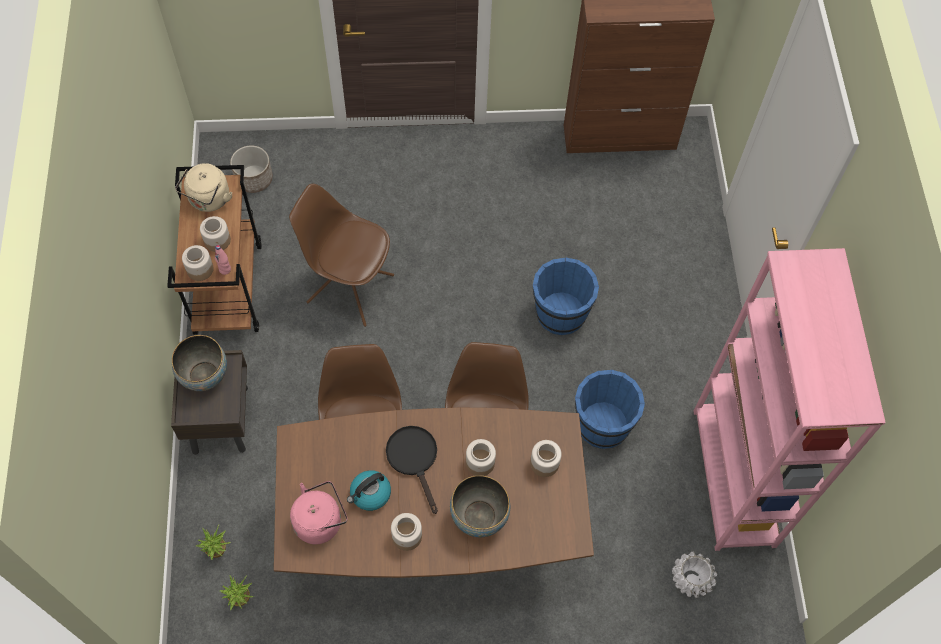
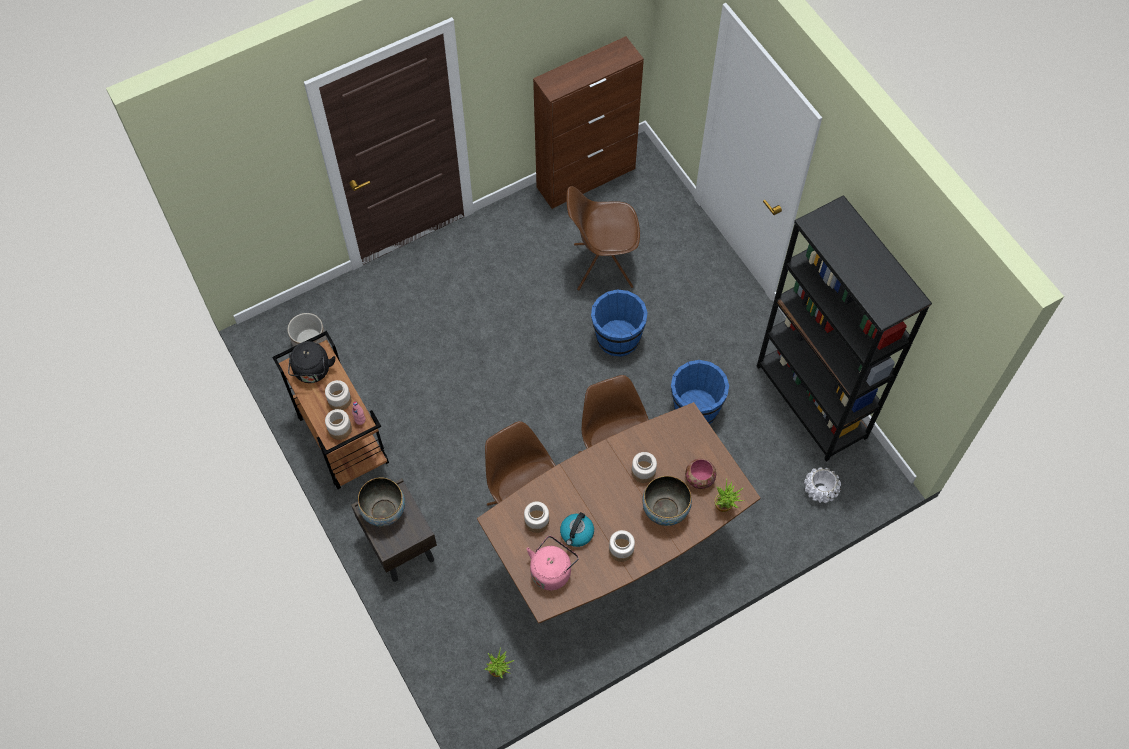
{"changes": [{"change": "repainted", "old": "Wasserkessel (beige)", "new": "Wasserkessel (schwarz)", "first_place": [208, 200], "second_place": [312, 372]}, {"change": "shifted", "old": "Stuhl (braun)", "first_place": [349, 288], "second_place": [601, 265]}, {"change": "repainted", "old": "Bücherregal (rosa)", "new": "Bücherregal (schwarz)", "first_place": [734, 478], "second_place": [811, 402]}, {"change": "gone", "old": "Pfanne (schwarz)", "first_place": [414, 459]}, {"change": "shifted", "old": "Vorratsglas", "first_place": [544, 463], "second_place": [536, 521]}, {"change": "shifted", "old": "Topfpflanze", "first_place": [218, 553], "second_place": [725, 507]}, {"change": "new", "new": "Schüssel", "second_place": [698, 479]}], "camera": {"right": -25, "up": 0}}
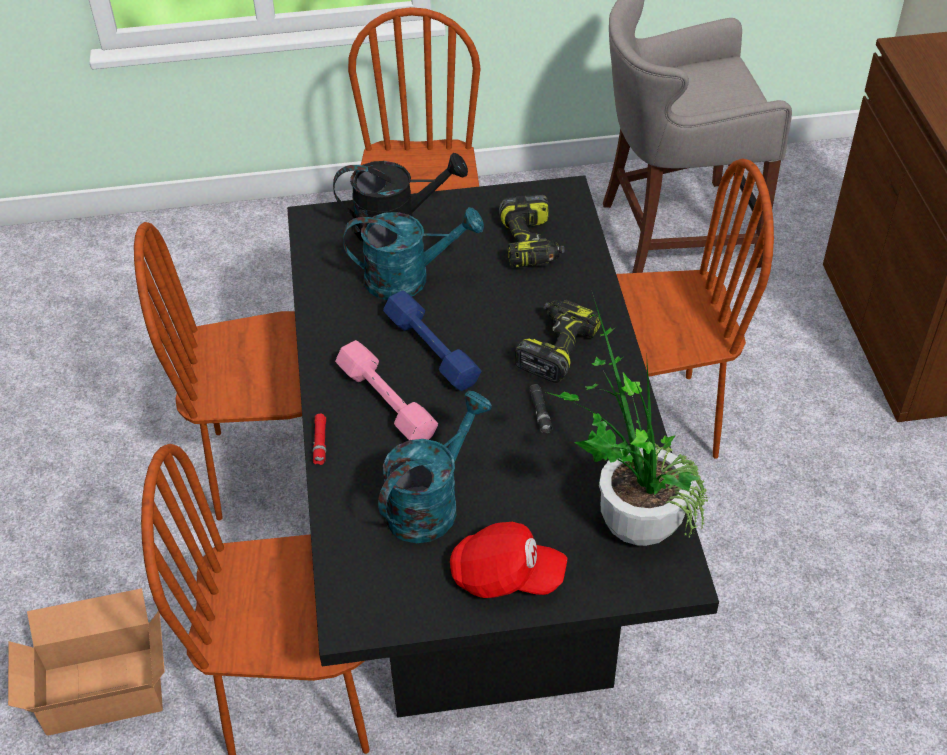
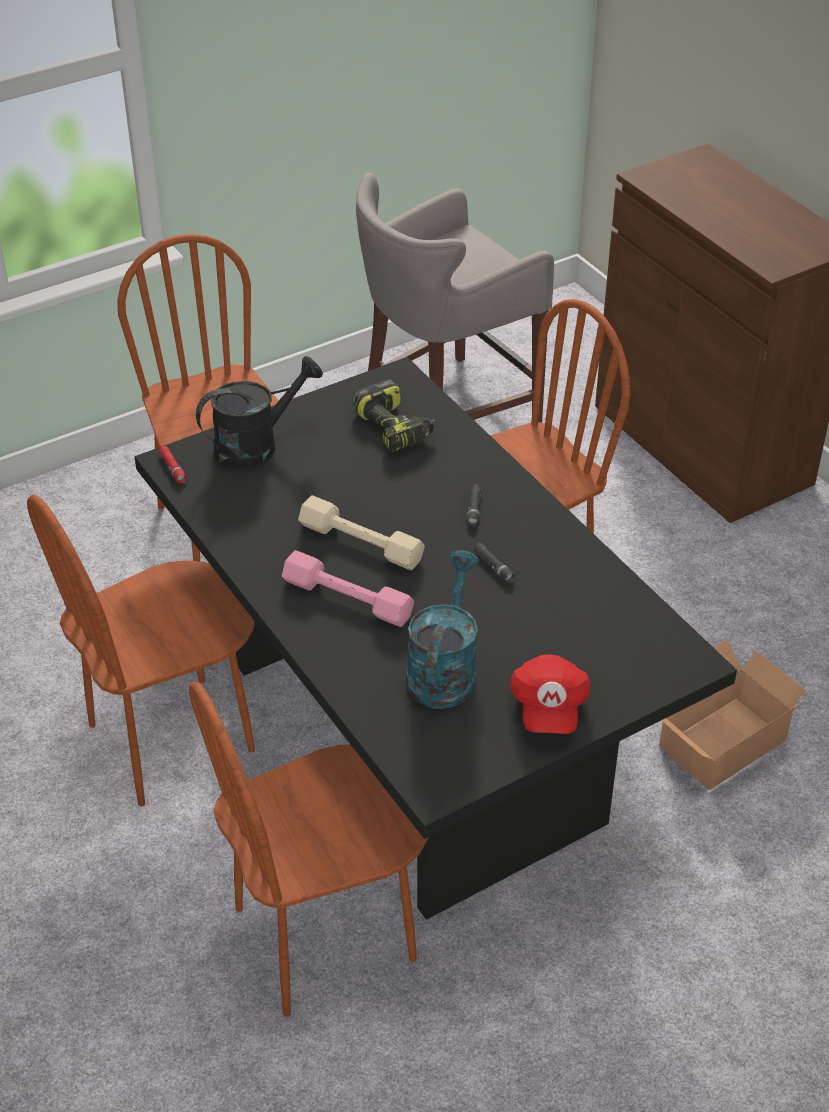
{"changes": [{"change": "gone", "old": "Gießkanne (türkis)", "first_place": [409, 278]}, {"change": "repainted", "old": "Hantel (blau)", "new": "Hantel (beige)", "first_place": [432, 349], "second_place": [361, 543]}, {"change": "gone", "old": "Topfpflanze", "first_place": [629, 513]}, {"change": "swapped", "old": "Bohrmaschine", "new": "Taschenlampe (schwarz)", "first_place": [556, 347], "second_place": [474, 509]}, {"change": "shifted", "old": "Taschenlampe (rot)", "first_place": [320, 442], "second_place": [173, 468]}, {"change": "rotated", "old": "Kappe (rot)", "first_place": [506, 576], "second_place": [548, 708], "degrees": 105}, {"change": "shifted", "old": "Karton", "first_place": [100, 686], "second_place": [717, 741]}], "camera": {"right": -25, "up": -5}}
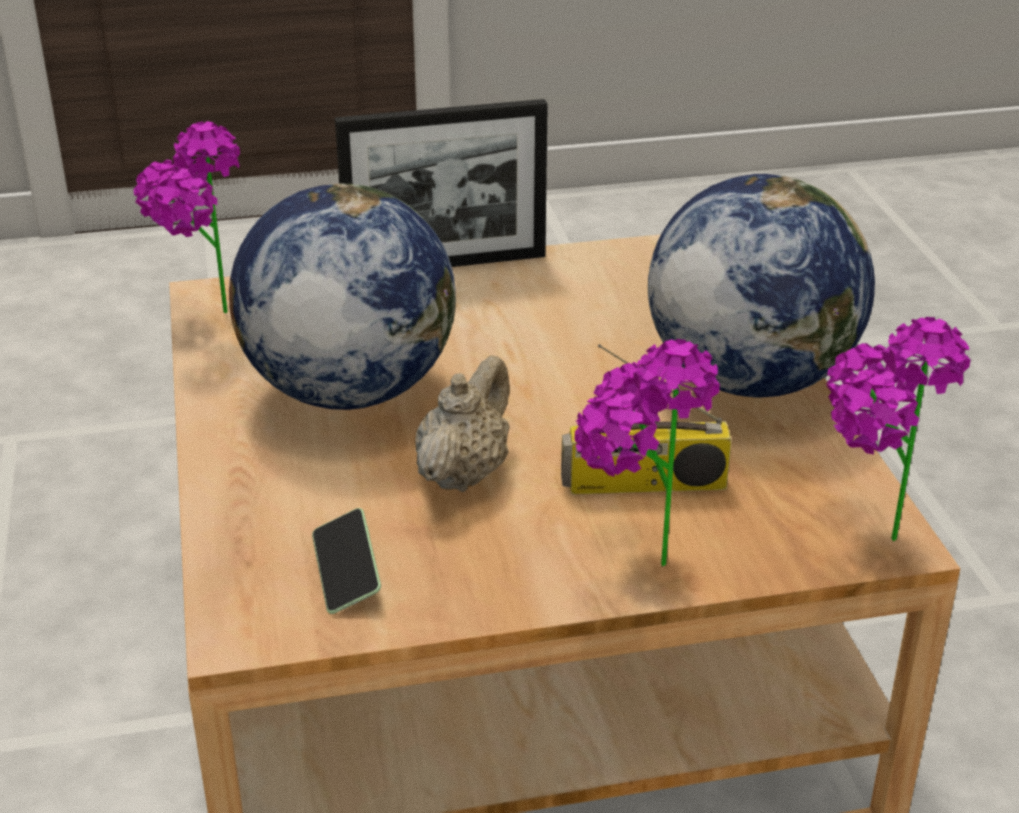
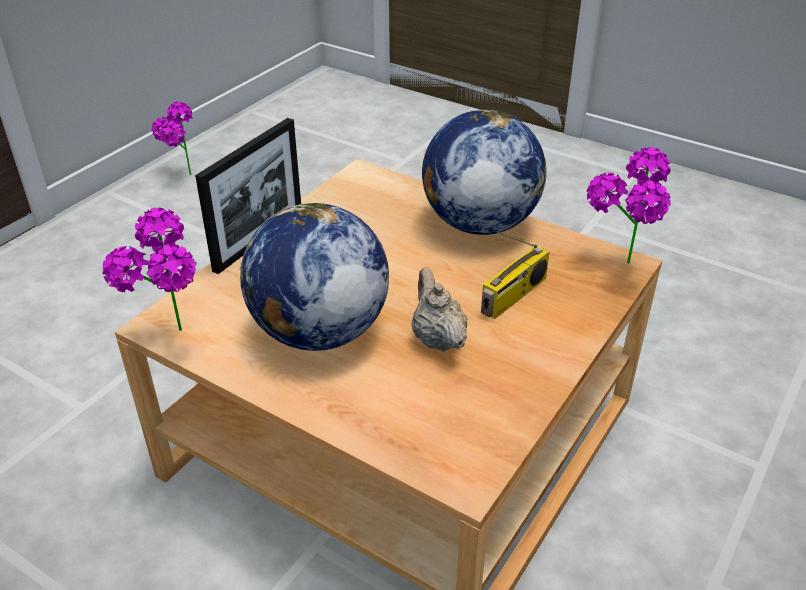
{"changes": [{"change": "shifted", "old": "Topfpflanze", "first_place": [630, 562], "second_place": [181, 178]}, {"change": "gone", "old": "Handy", "first_place": [346, 574]}], "camera": {"right": -45, "up": 5}}
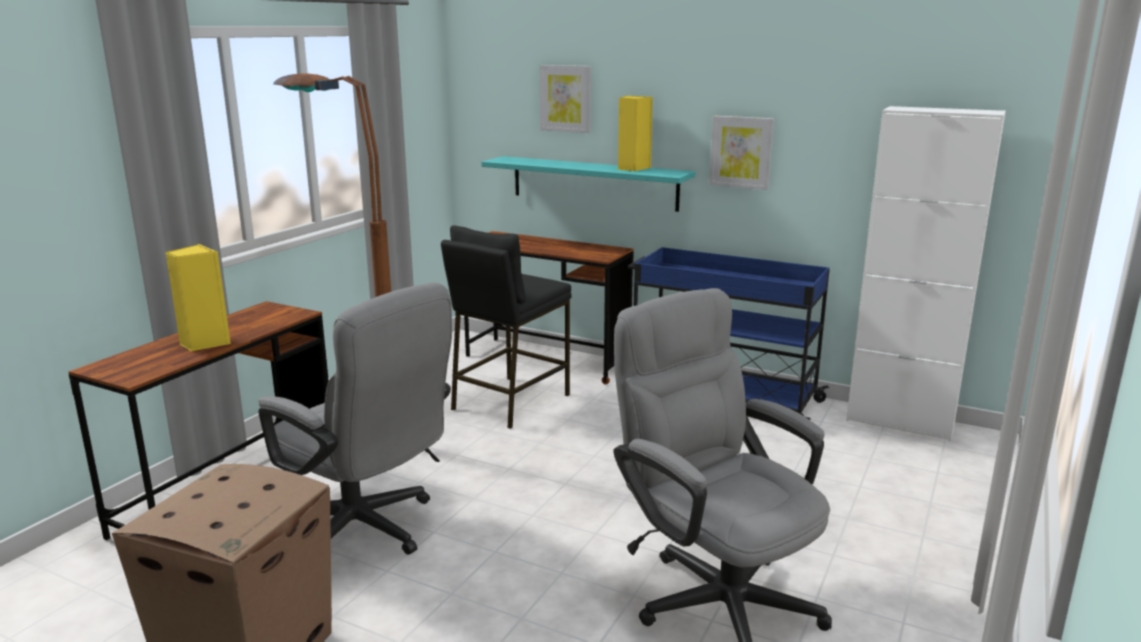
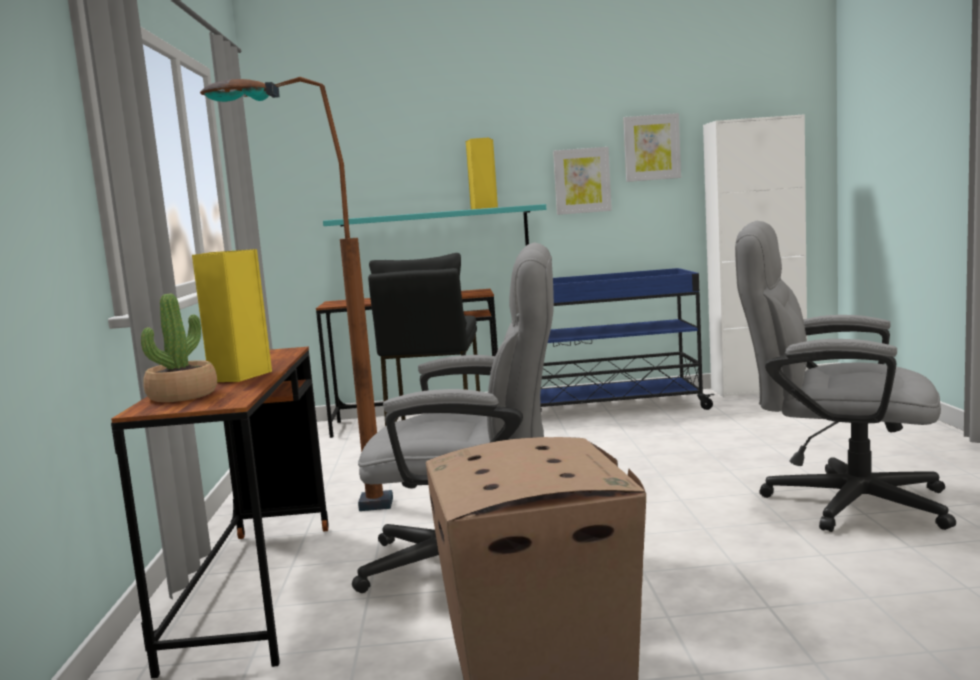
{"changes": [{"change": "shifted", "old": "Bild", "first_place": [566, 98], "second_place": [651, 147]}, {"change": "new", "new": "Topfpflanze", "second_place": [182, 395]}], "camera": {"right": -30, "up": -10}}
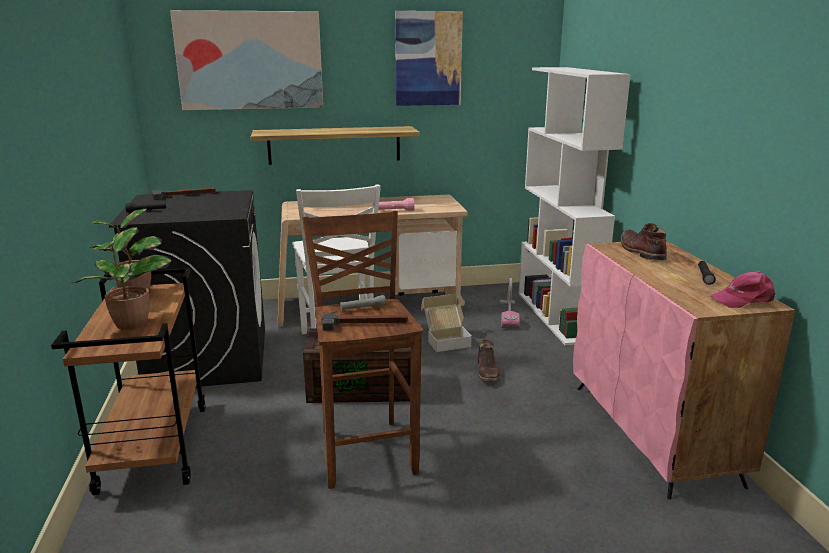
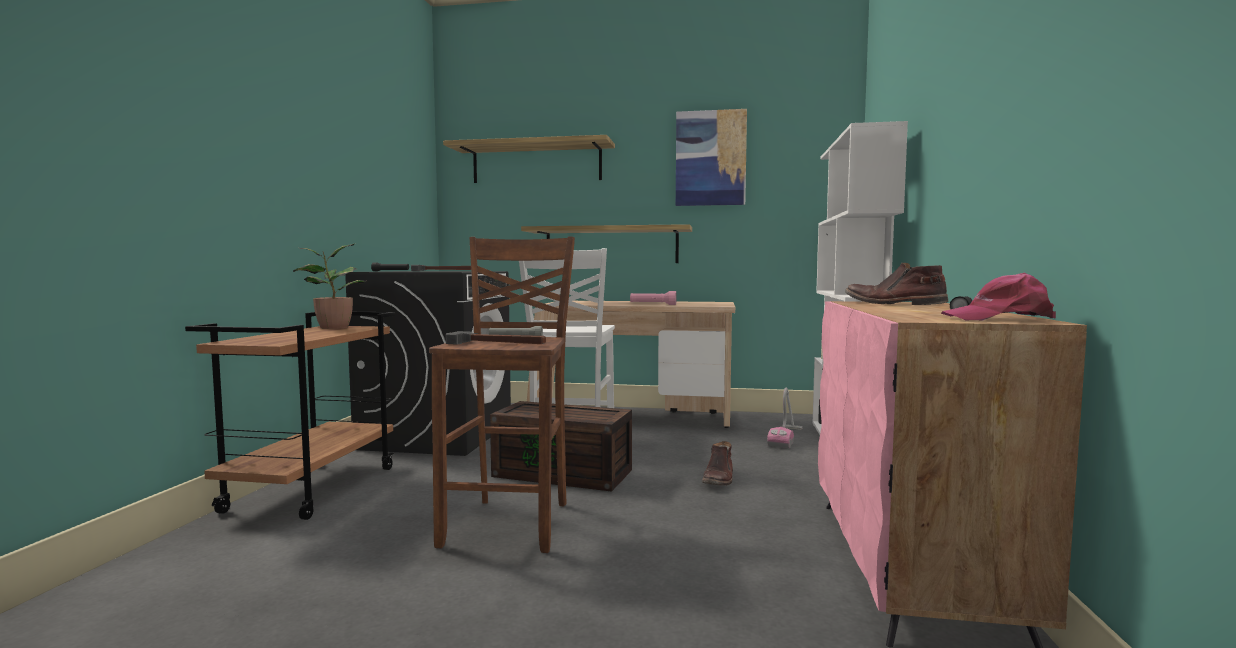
{"changes": [{"change": "swapped", "old": "Bild", "new": "Wandregal", "first_place": [250, 60], "second_place": [536, 164]}, {"change": "rotated", "old": "Stiefel (braun)", "first_place": [640, 251], "second_place": [893, 303], "degrees": -60}, {"change": "gone", "old": "Topfpflanze", "first_place": [130, 324]}, {"change": "gone", "old": "Karton", "first_place": [446, 340]}], "camera": {"right": 20, "up": -15}}
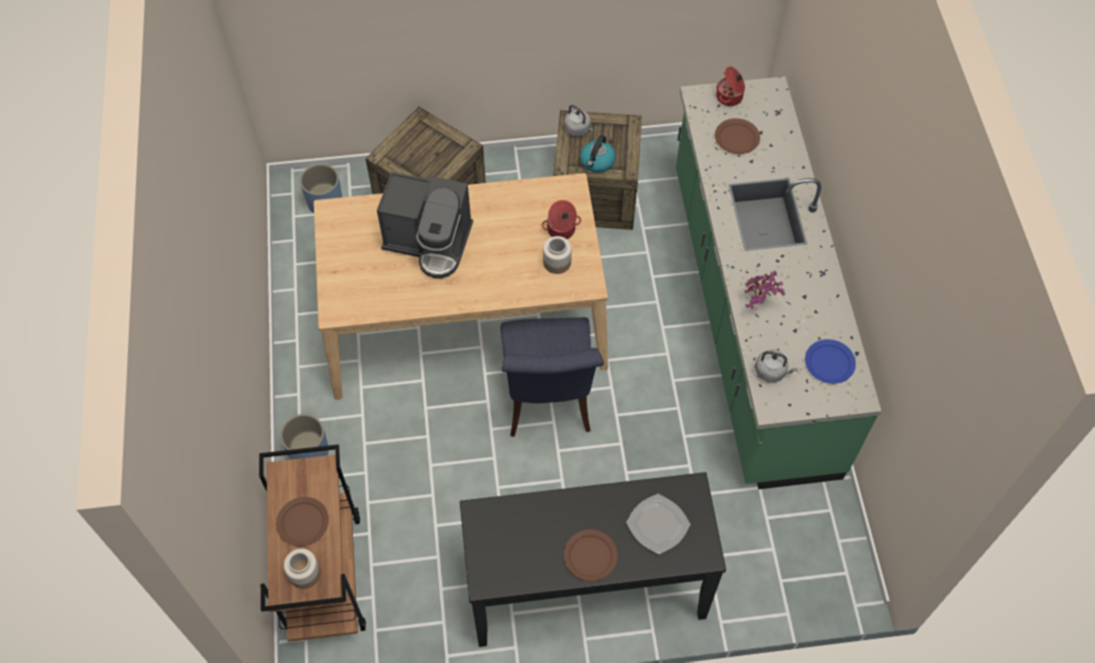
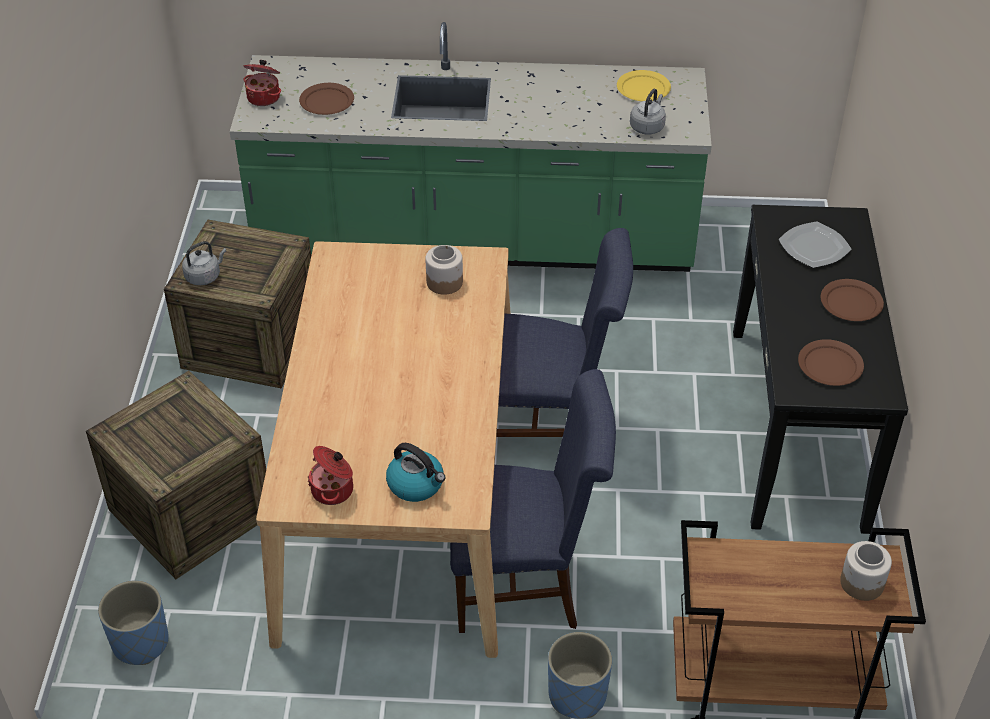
{"changes": [{"change": "shifted", "old": "Wasserkessel", "first_place": [597, 162], "second_place": [416, 484]}, {"change": "gone", "old": "Kaffeemaschine", "first_place": [429, 242]}, {"change": "shifted", "old": "Kochtopf", "first_place": [561, 230], "second_place": [333, 490]}, {"change": "gone", "old": "Topfpflanze", "first_place": [759, 304]}, {"change": "repainted", "old": "Teller (blau)", "new": "Teller (gelb)", "first_place": [829, 363], "second_place": [643, 89]}, {"change": "shifted", "old": "Teller (braun)", "first_place": [302, 522], "second_place": [830, 365]}, {"change": "new", "new": "Stuhl (blau)", "second_place": [526, 582]}], "camera": {"right": -80, "up": -15}}
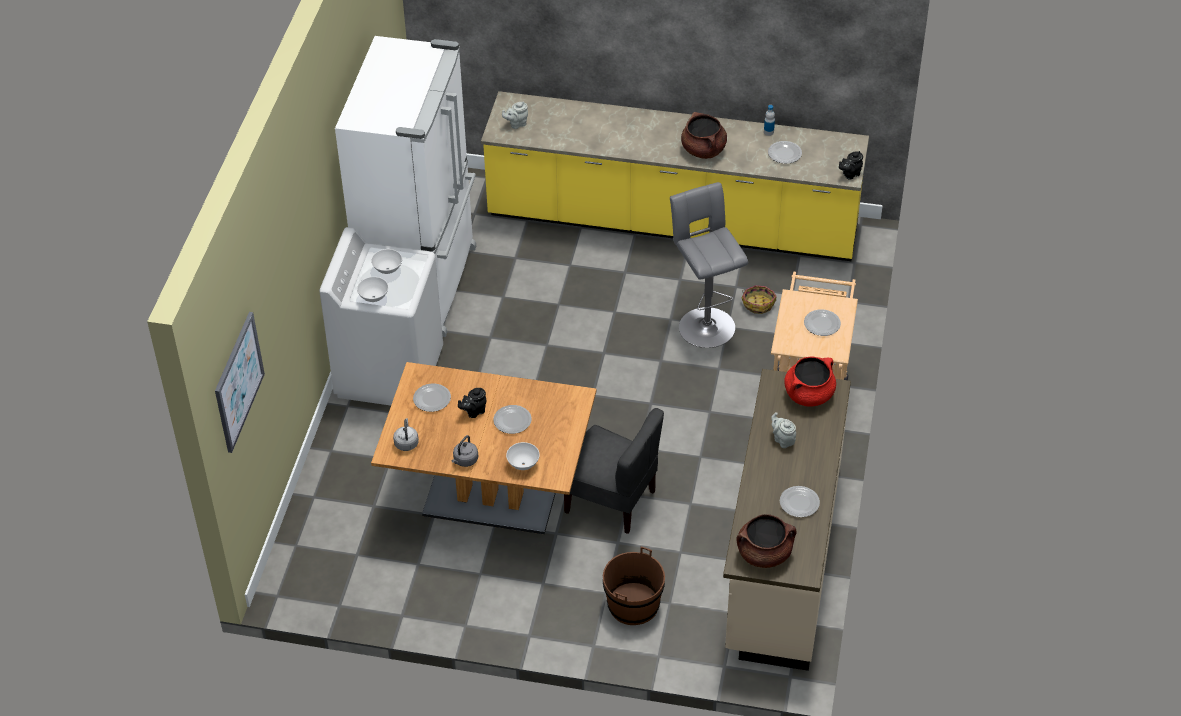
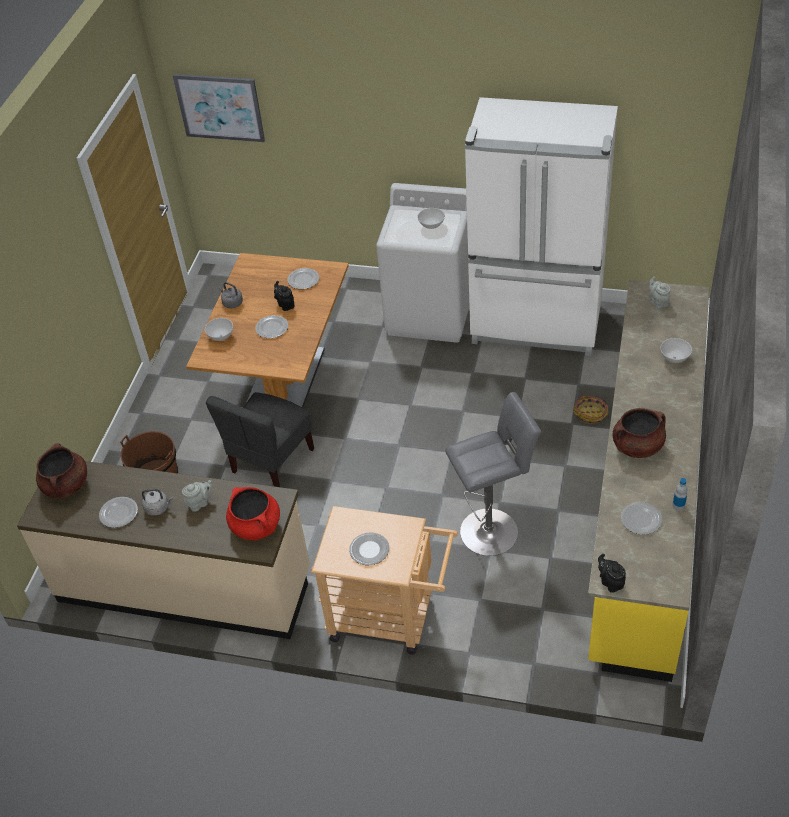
{"changes": [{"change": "shifted", "old": "Schüssel (weiß)", "first_place": [374, 298], "second_place": [674, 359]}, {"change": "shifted", "old": "Korb", "first_place": [758, 303], "second_place": [591, 414]}, {"change": "shifted", "old": "Wasserkessel (grau)", "first_place": [406, 442], "second_place": [158, 508]}], "camera": {"right": 95, "up": 0}}
